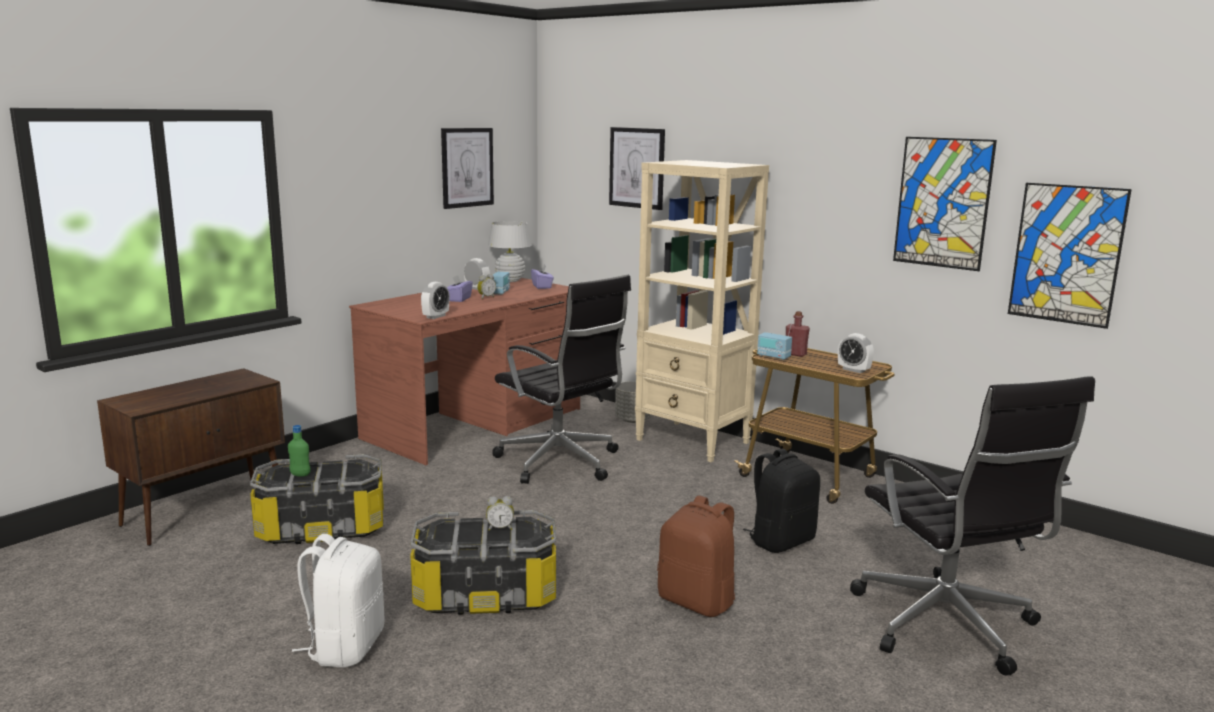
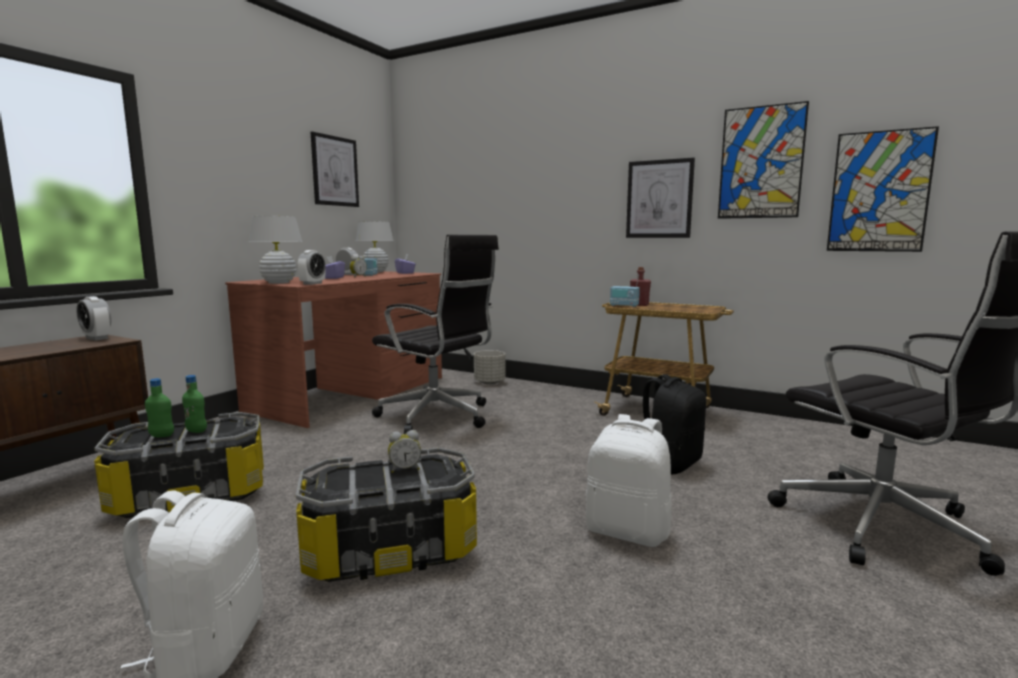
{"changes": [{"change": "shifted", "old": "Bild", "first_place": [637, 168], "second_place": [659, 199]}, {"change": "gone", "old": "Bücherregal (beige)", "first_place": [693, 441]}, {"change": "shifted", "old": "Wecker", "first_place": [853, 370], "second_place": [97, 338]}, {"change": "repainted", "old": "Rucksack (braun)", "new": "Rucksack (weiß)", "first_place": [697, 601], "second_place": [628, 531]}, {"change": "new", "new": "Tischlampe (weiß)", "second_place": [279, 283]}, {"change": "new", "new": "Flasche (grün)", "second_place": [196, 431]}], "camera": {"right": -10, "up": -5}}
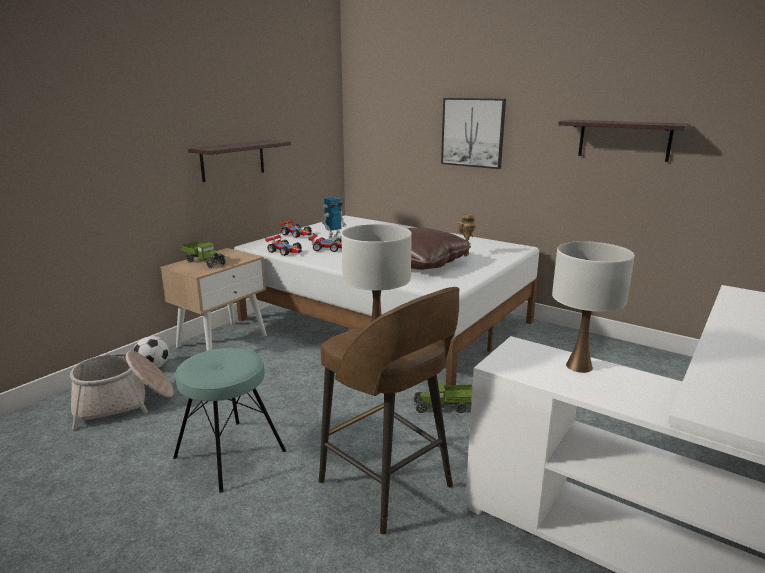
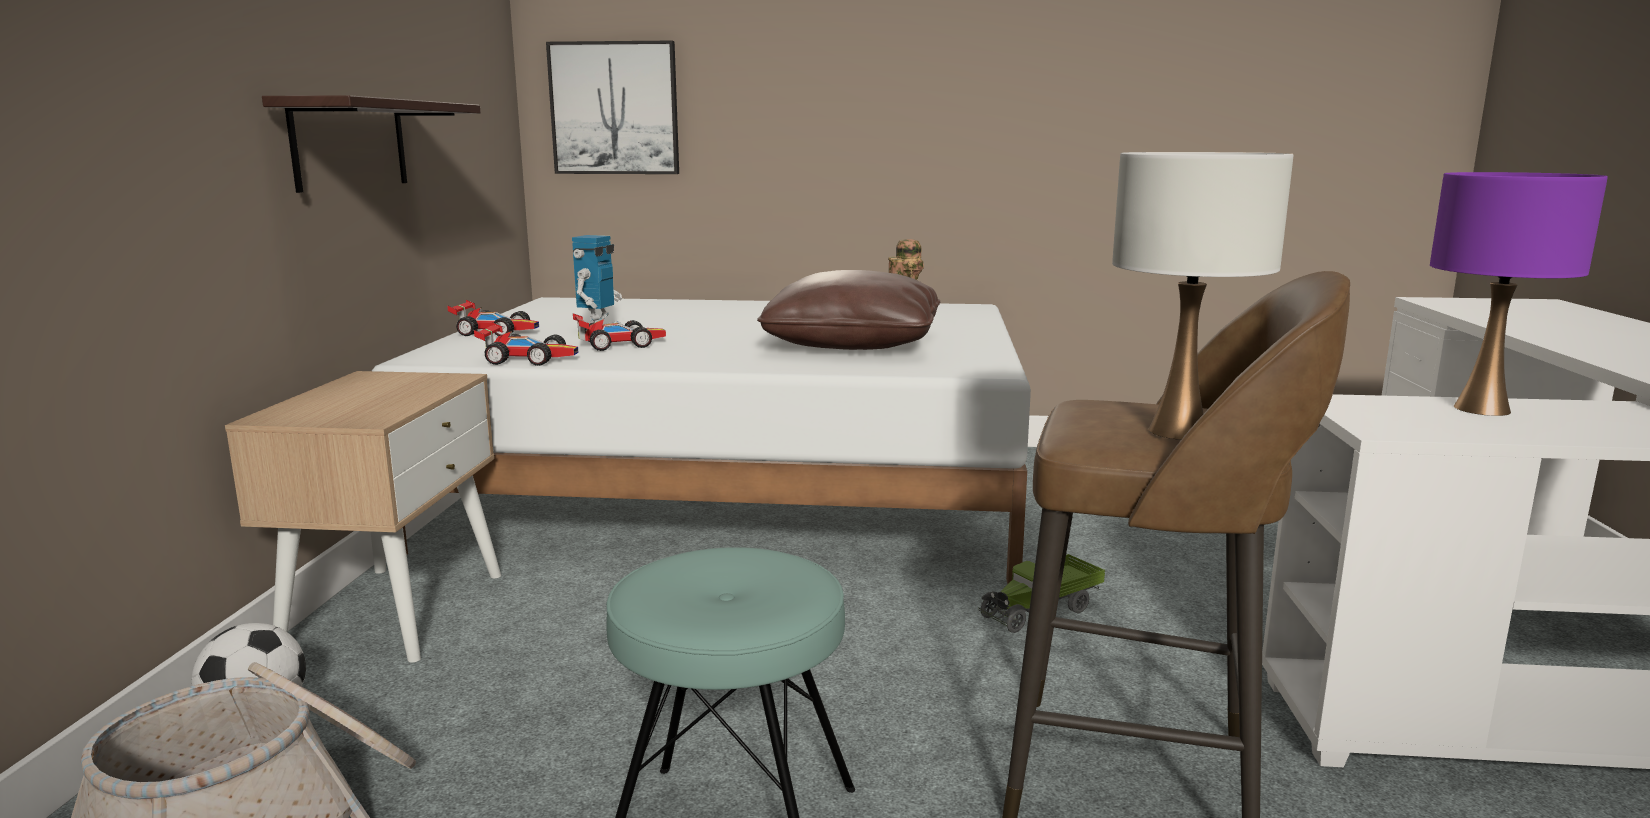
{"changes": [{"change": "shifted", "old": "Bild", "first_place": [473, 132], "second_place": [615, 108]}, {"change": "gone", "old": "Wandregal", "first_place": [624, 140]}, {"change": "gone", "old": "Spielzeuglaster", "first_place": [204, 262]}, {"change": "repainted", "old": "Tischlampe (weiß)", "new": "Tischlampe (lila)", "first_place": [579, 366], "second_place": [1482, 409]}], "camera": {"right": -30, "up": -5}}
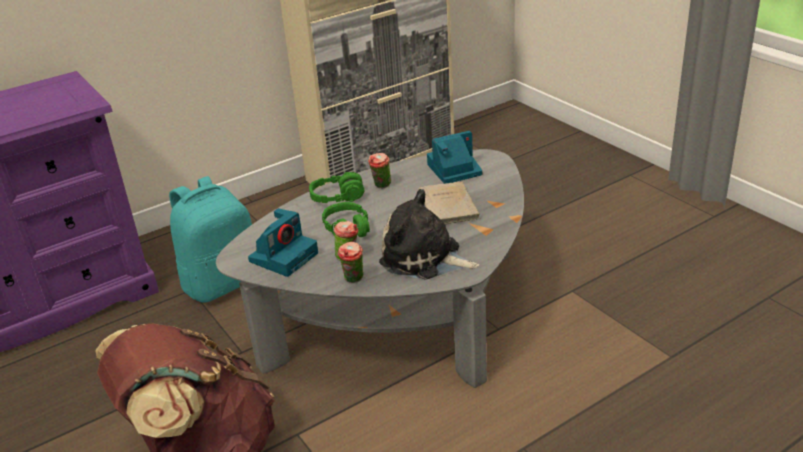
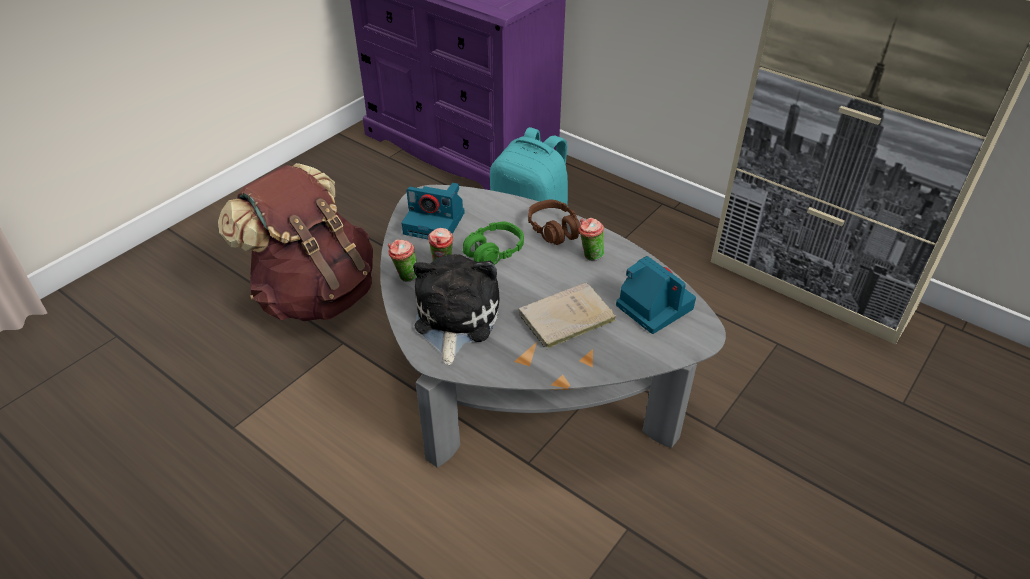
{"changes": [{"change": "repainted", "old": "Kopfhörer (grün)", "new": "Kopfhörer (braun)", "first_place": [337, 197], "second_place": [554, 230]}], "camera": {"right": 70, "up": 10}}
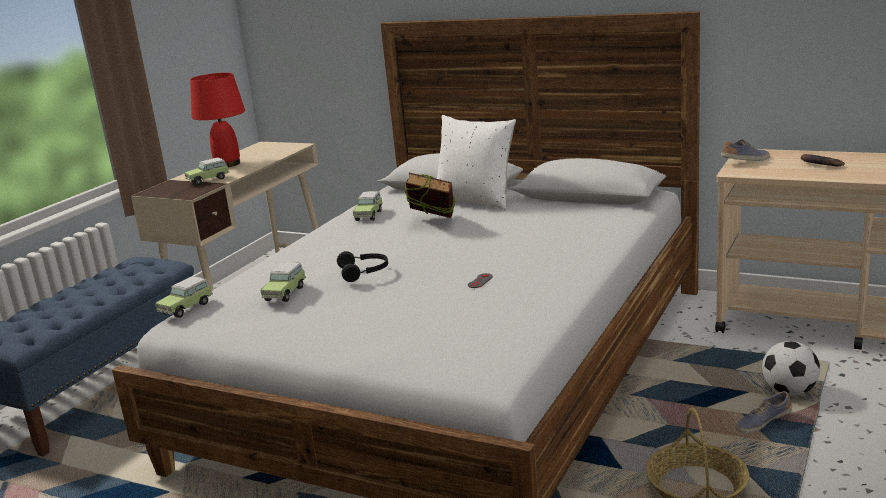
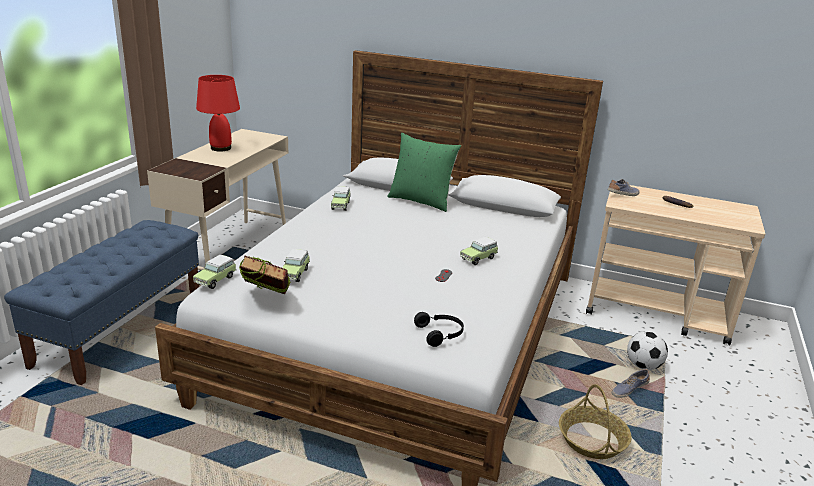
{"changes": [{"change": "repainted", "old": "Kissen (weiß)", "new": "Kissen (grün)", "first_place": [476, 201], "second_place": [421, 201]}, {"change": "shifted", "old": "Spielzeugauto", "first_place": [209, 180], "second_place": [479, 258]}, {"change": "shifted", "old": "Buch", "first_place": [433, 223], "second_place": [266, 301]}, {"change": "shifted", "old": "Kopfhörer (schwarz)", "first_place": [364, 272], "second_place": [440, 334]}], "camera": {"right": -10, "up": 5}}
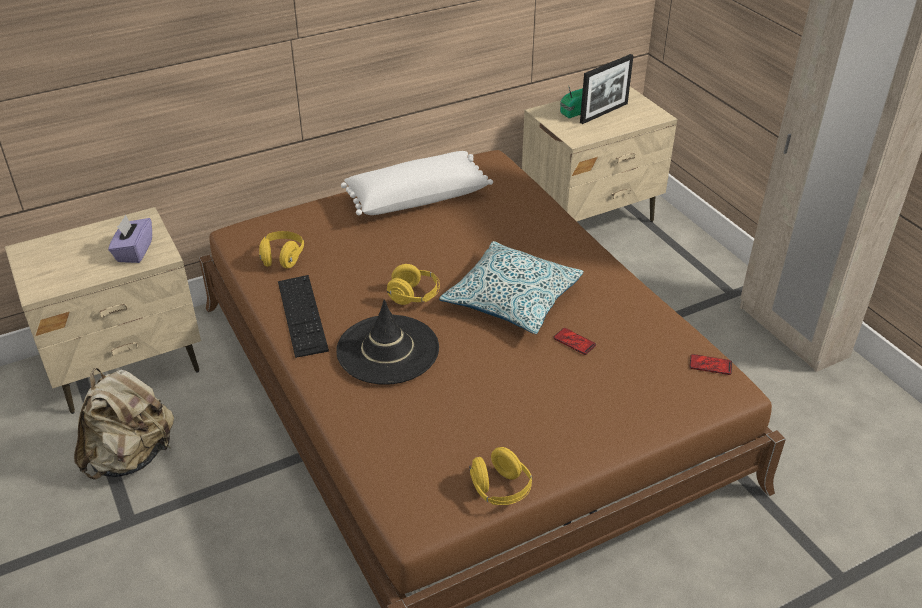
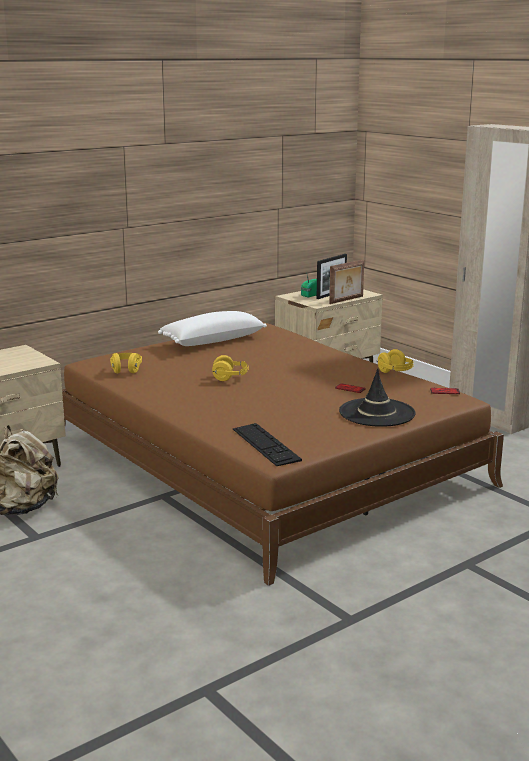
{"changes": [{"change": "gone", "old": "Taschentuchbox (lila)", "first_place": [134, 251]}, {"change": "gone", "old": "Kissen", "first_place": [512, 299]}, {"change": "shifted", "old": "Tastatur", "first_place": [302, 315], "second_place": [265, 444]}, {"change": "shifted", "old": "Hut (schwarz)", "first_place": [387, 350], "second_place": [377, 413]}, {"change": "shifted", "old": "Kopfhörer (gelb)", "first_place": [500, 490], "second_place": [395, 372]}, {"change": "new", "new": "Bilderrahmen", "second_place": [347, 300]}], "camera": {"right": -10, "up": -20}}
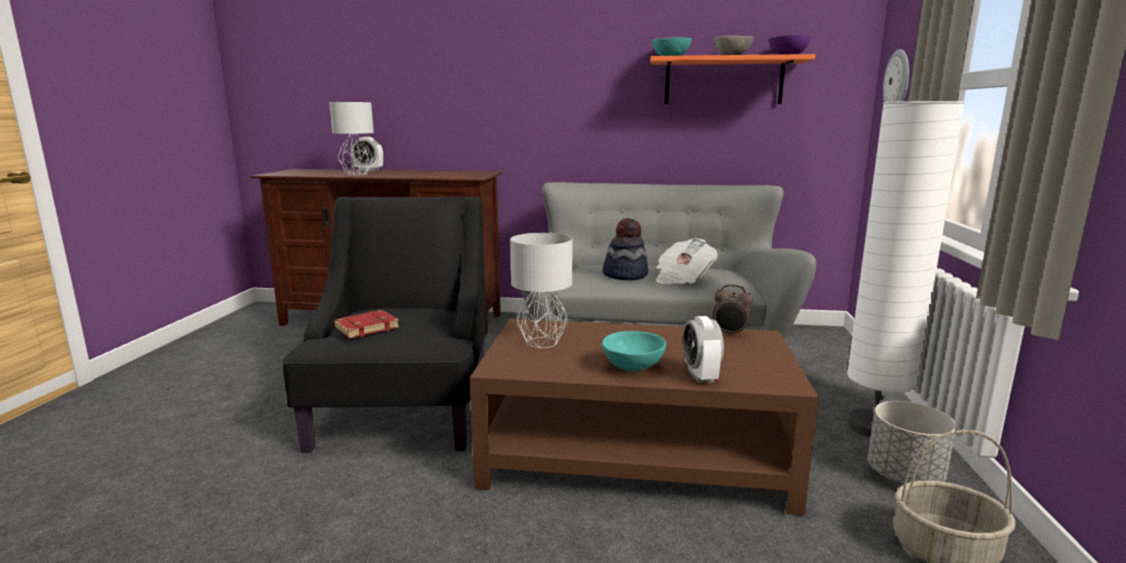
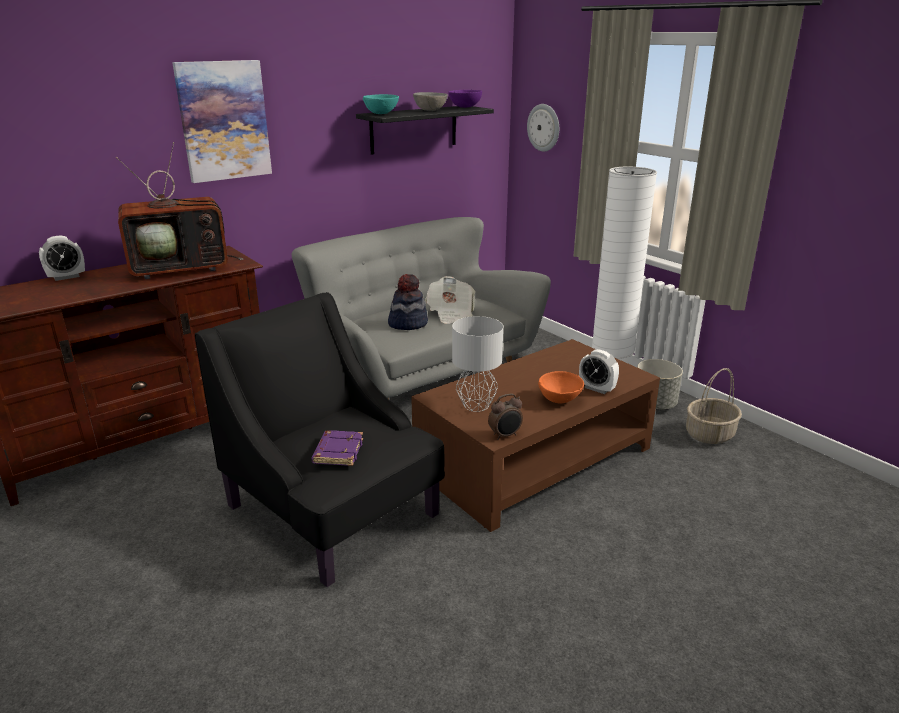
{"changes": [{"change": "repainted", "old": "Wandregal (orange)", "new": "Wandregal (schwarz)", "first_place": [723, 81], "second_place": [414, 129]}, {"change": "gone", "old": "Tischlampe (grau)", "first_place": [356, 174]}, {"change": "shifted", "old": "Wecker", "first_place": [730, 334], "second_place": [505, 436]}, {"change": "repainted", "old": "Buch (rot)", "new": "Buch (lila)", "first_place": [367, 328], "second_place": [337, 451]}, {"change": "repainted", "old": "Schüssel (türkis)", "new": "Schüssel (orange)", "first_place": [633, 368], "second_place": [560, 400]}, {"change": "new", "new": "Bild", "second_place": [224, 121]}, {"change": "new", "new": "Fernseher", "second_place": [182, 267]}], "camera": {"right": -45, "up": 10}}
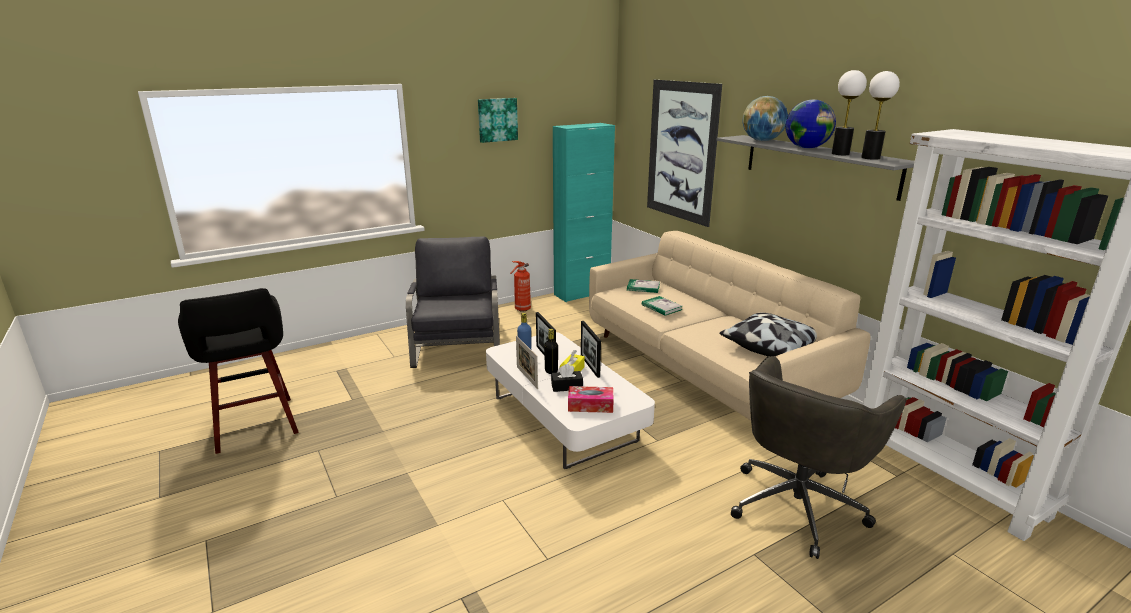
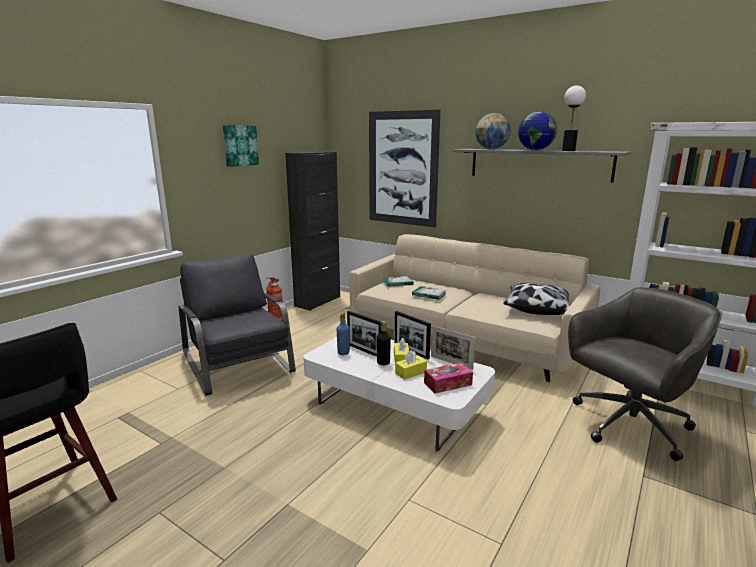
{"changes": [{"change": "gone", "old": "Tischlampe", "first_place": [870, 158]}, {"change": "repainted", "old": "Schrank (türkis)", "new": "Schrank (schwarz)", "first_place": [582, 293], "second_place": [317, 301]}, {"change": "shifted", "old": "Bilderrahmen", "first_place": [527, 377], "second_place": [451, 363]}, {"change": "rotated", "old": "Bürostuhl (grau)", "first_place": [798, 504], "second_place": [628, 425], "degrees": -135}, {"change": "repainted", "old": "Taschentuchbox (schwarz)", "new": "Taschentuchbox (gelb)", "first_place": [567, 387], "second_place": [411, 372]}], "camera": {"right": -25, "up": -5}}
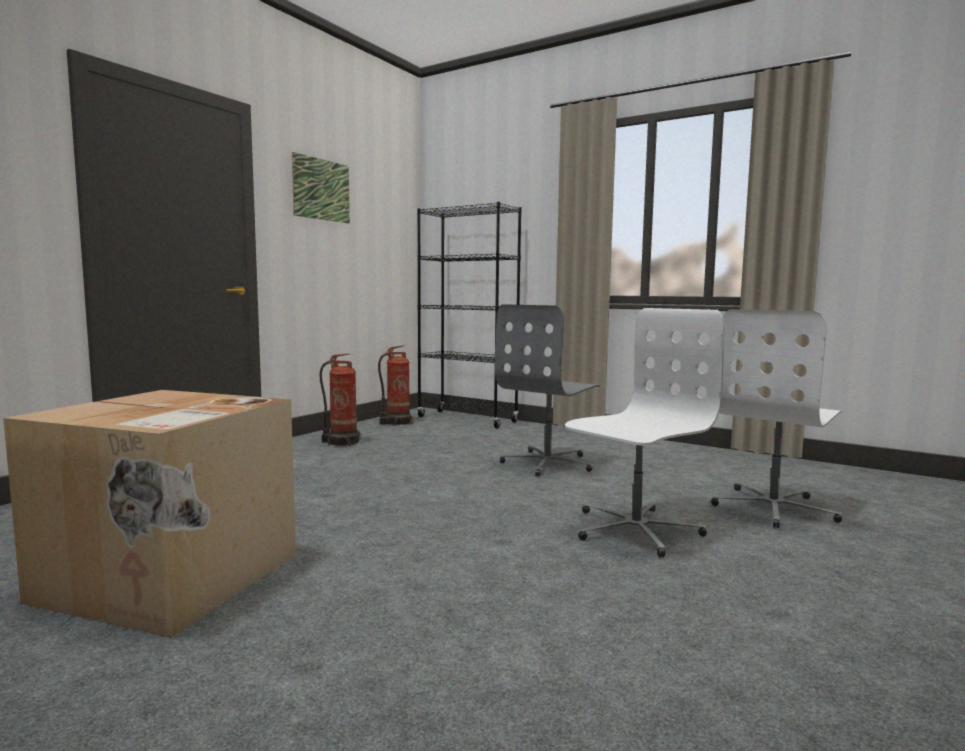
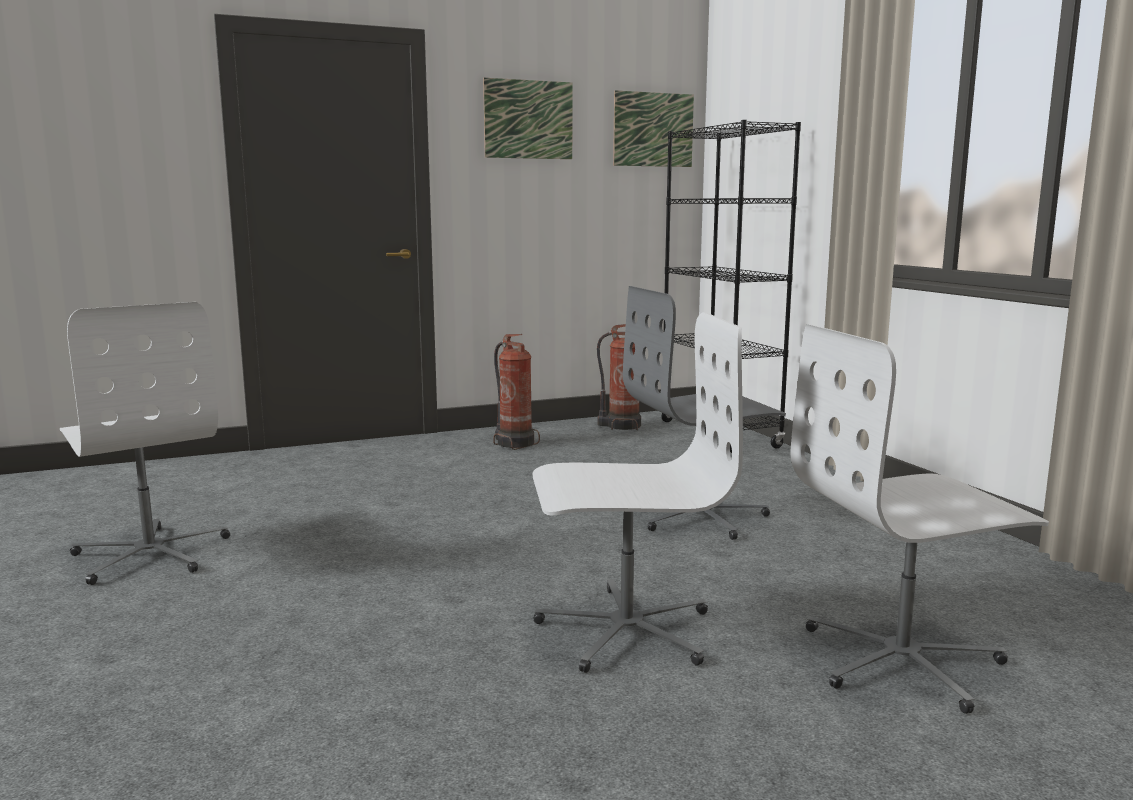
{"changes": [{"change": "swapped", "old": "Karton", "new": "Bürostuhl (weiß)", "first_place": [170, 578], "second_place": [151, 554]}, {"change": "new", "new": "Bild", "second_place": [653, 129]}], "camera": {"right": 35, "up": 5}}
